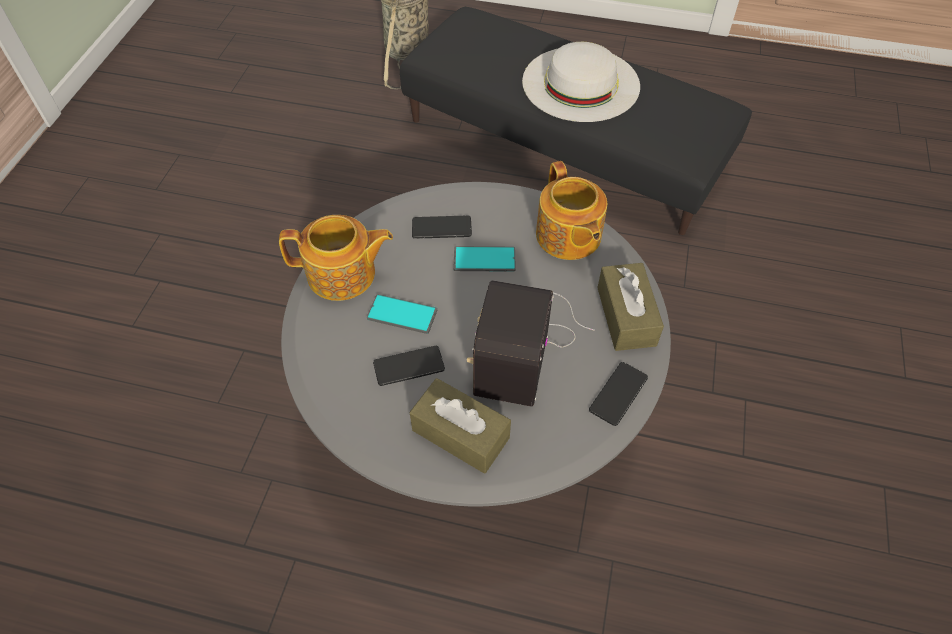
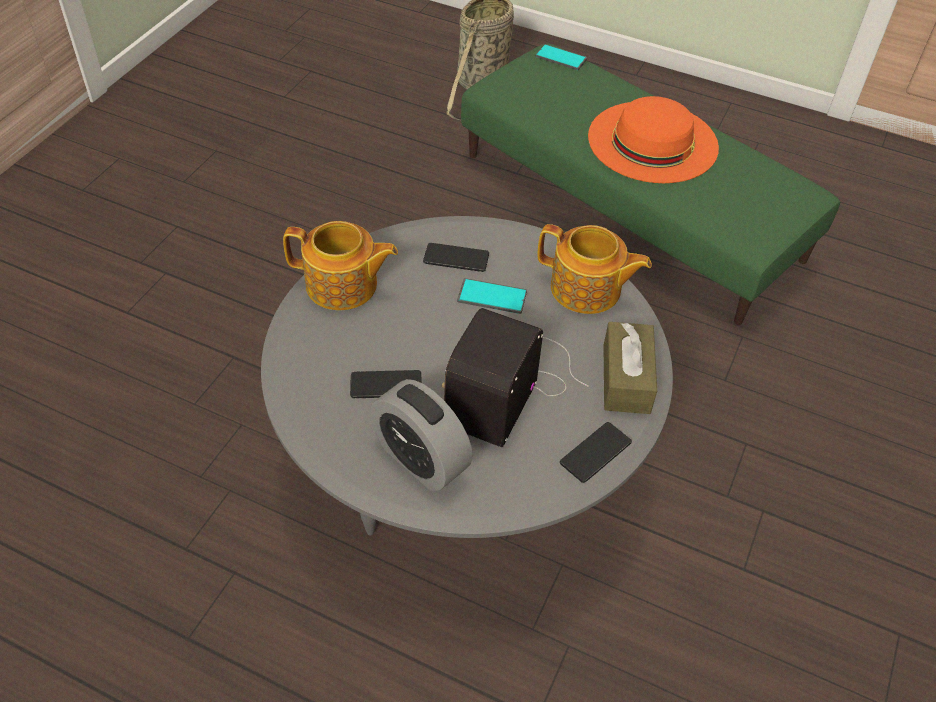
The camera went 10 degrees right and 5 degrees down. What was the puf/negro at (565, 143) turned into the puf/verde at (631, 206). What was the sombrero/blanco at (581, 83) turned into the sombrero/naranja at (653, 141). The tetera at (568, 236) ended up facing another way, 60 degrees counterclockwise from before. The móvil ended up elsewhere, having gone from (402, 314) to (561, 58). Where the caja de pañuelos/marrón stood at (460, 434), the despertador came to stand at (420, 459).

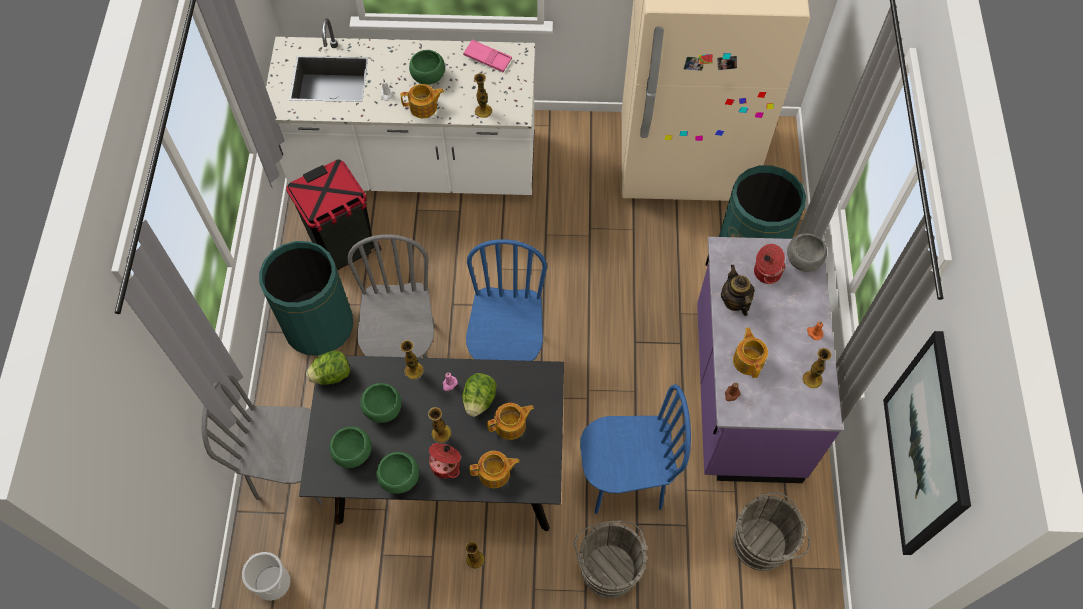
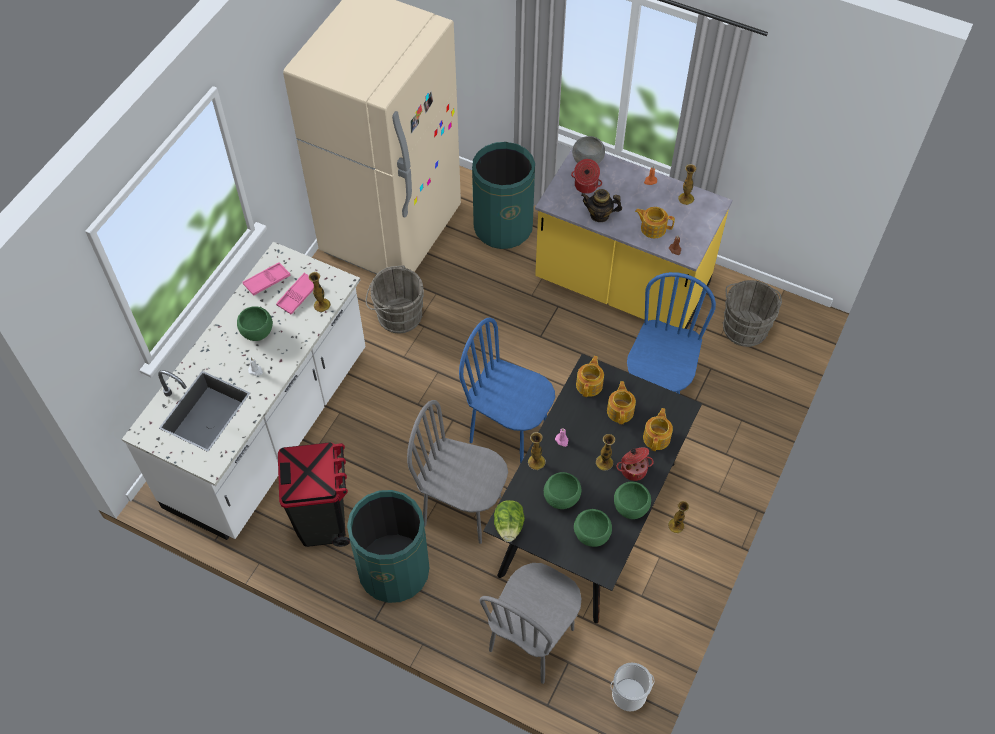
The camera went 65 degrees left and 5 degrees down. The tetera ended up elsewhere, having gone from (424, 107) to (590, 384). What was the mueble bajo de cocina/morado at (743, 393) turned into the mueble bajo de cocina/amarillo at (621, 285). The second view lost the cuadro at (926, 447). The second view lost the lechuga at (479, 400). The cubo/gris ended up elsewhere, having gone from (608, 566) to (397, 315). The second view gained the bandeja/rosa at (298, 295).

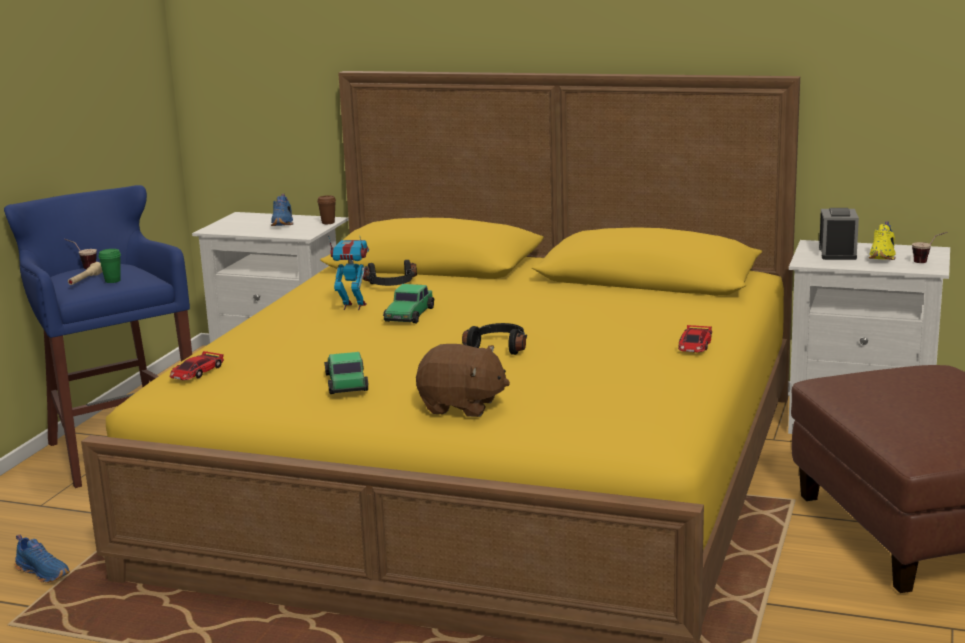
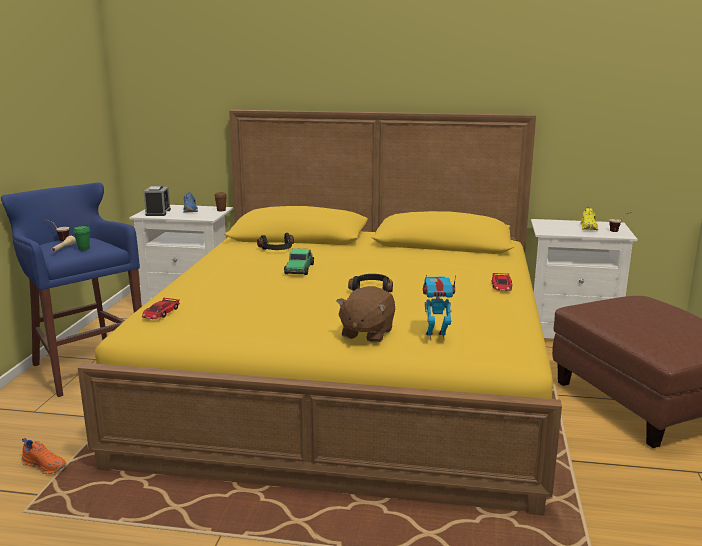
The camera went 10 degrees left and 0 degrees up. The despertador ended up elsewhere, having gone from (837, 253) to (158, 212). The robot de juguete ended up elsewhere, having gone from (353, 306) to (436, 336). The peluche/marrón at (461, 406) ended up facing another way, 105 degrees clockwise from before. The second view lost the coche de juguete at (346, 382). What was the zapato/azul at (44, 572) turned into the zapato/naranja at (45, 465).

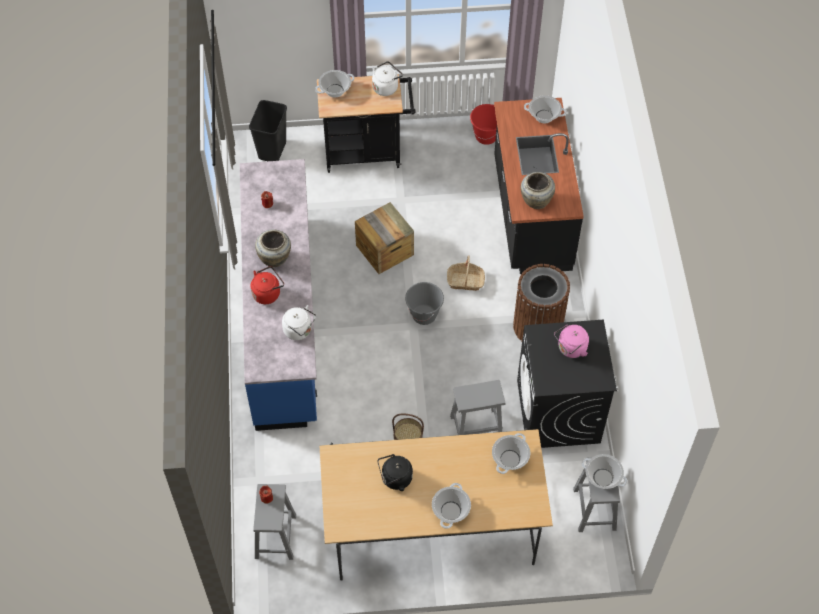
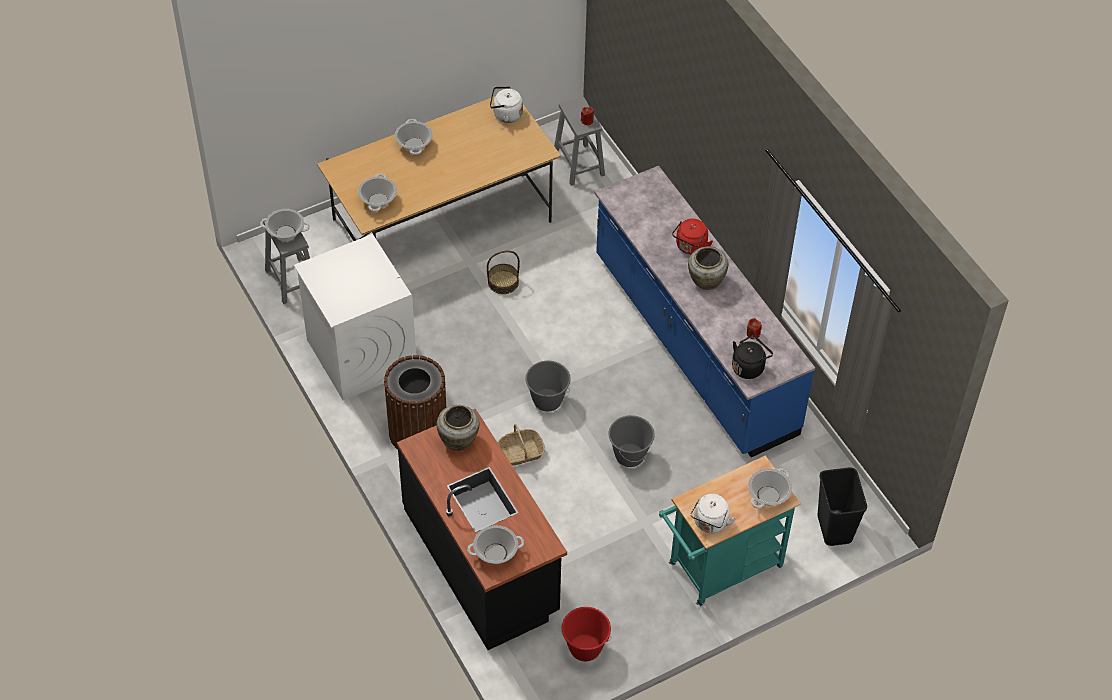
The camera went 155 degrees right and 5 degrees down. What was the carrito/negro at (367, 152) turned into the carrito/turquesa at (719, 569). Where the caja de embalaje stood at (384, 250), the cubo/gris came to stand at (629, 455). The hervidor/blanco ended up elsewhere, having gone from (299, 330) to (505, 114). What was the lavadora/negro at (558, 412) turned into the lavadora/blanco at (361, 354). The second view lost the hervidor/rosa at (570, 349). The second view lost the taburete/gris at (477, 427). The hervidor/negro ended up elsewhere, having gone from (395, 479) to (749, 367).

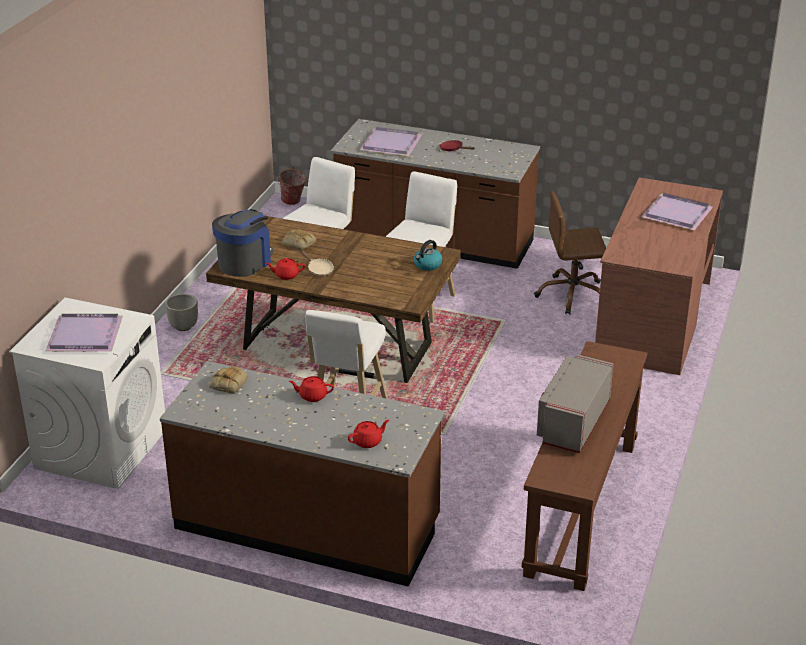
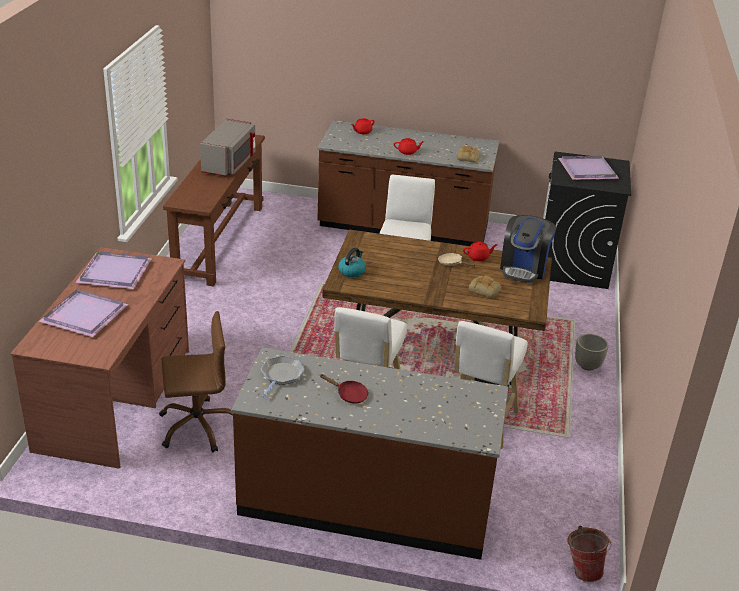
The camera went 170 degrees right and 0 degrees up. The bandeja/morado ended up elsewhere, having gone from (390, 143) to (115, 273). What was the lavadora/blanco at (101, 448) turned into the lavadora/negro at (573, 265). The second view gained the sartén at (281, 375).

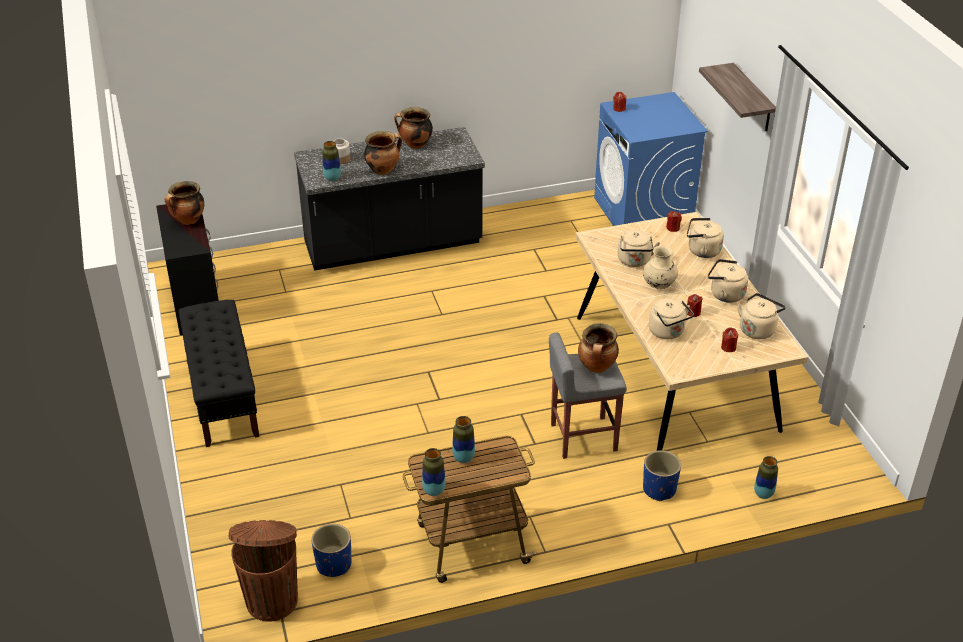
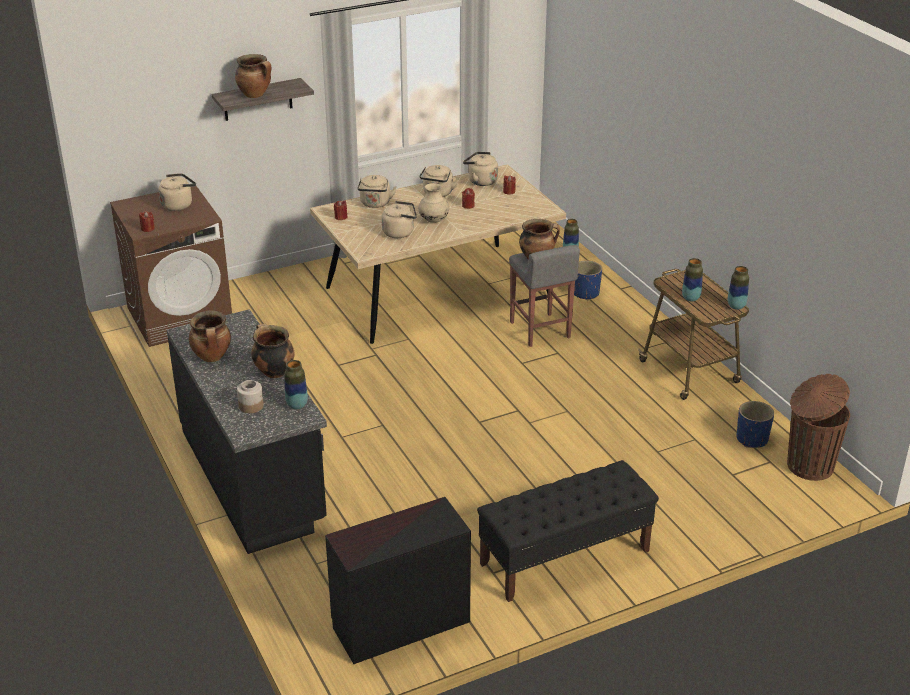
The camera went 100 degrees left and 5 degrees down. What was the lavadora/azul at (643, 213) turned into the lavadora/marrón at (180, 316). The olla ended up elsewhere, having gone from (188, 221) to (255, 95). The hervidor/beis ended up elsewhere, having gone from (668, 332) to (178, 205).

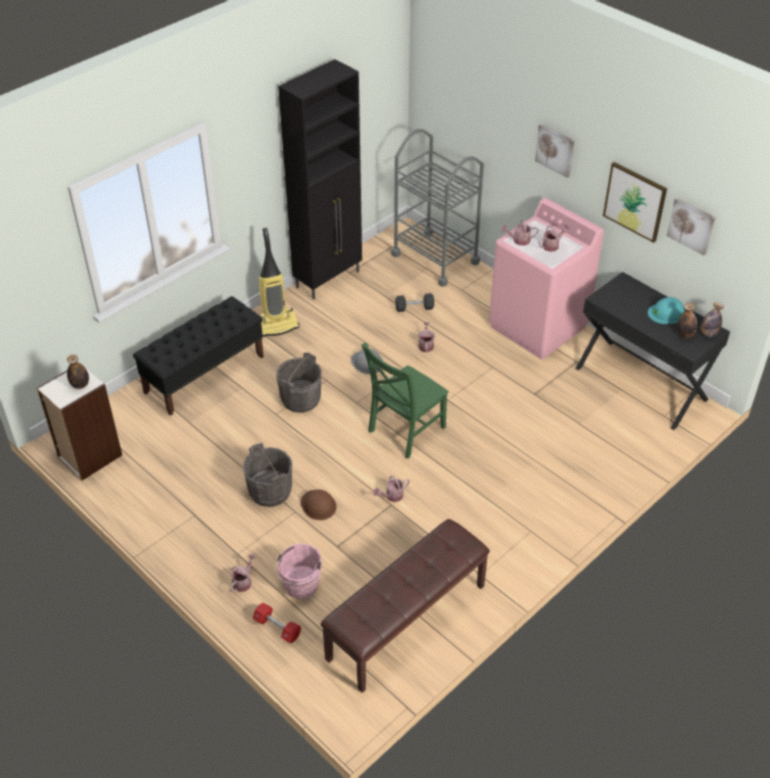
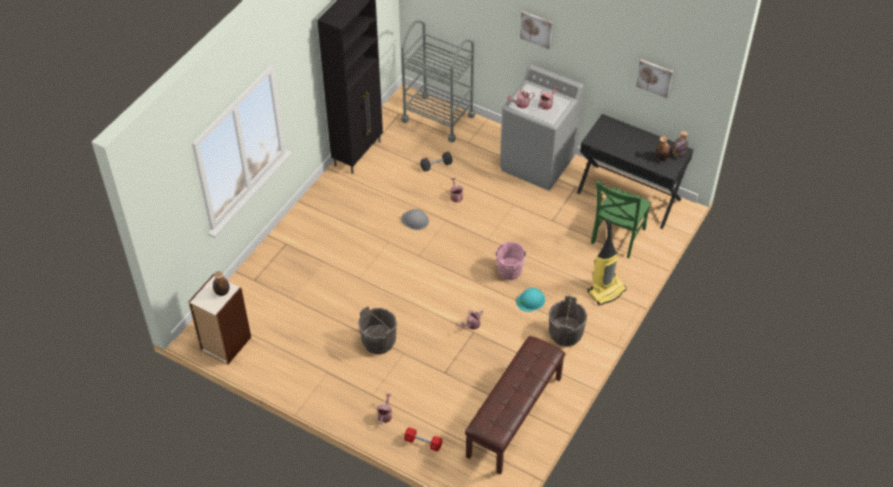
The camera went 15 degrees left and 5 degrees up. The second view lost the cuadro at (635, 201). What was the lavadora/rosa at (538, 326) turned into the lavadora/gris at (538, 163). The aspiradora ended up elsewhere, having gone from (277, 325) to (606, 291). The second view lost the banco/negro at (204, 374). The casco/turquesa ended up elsewhere, having gone from (666, 313) to (531, 300). The silla/verde ended up elsewhere, having gone from (404, 431) to (617, 237). The cubo/gris ended up elsewhere, having gone from (301, 399) to (565, 333). The second view lost the casco/marrón at (318, 505). The cubo/rosa ended up elsewhere, having gone from (300, 587) to (509, 272).

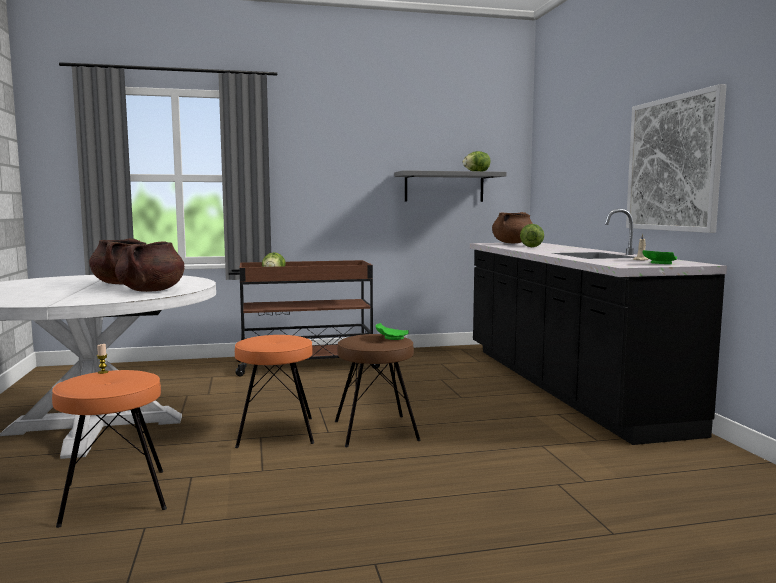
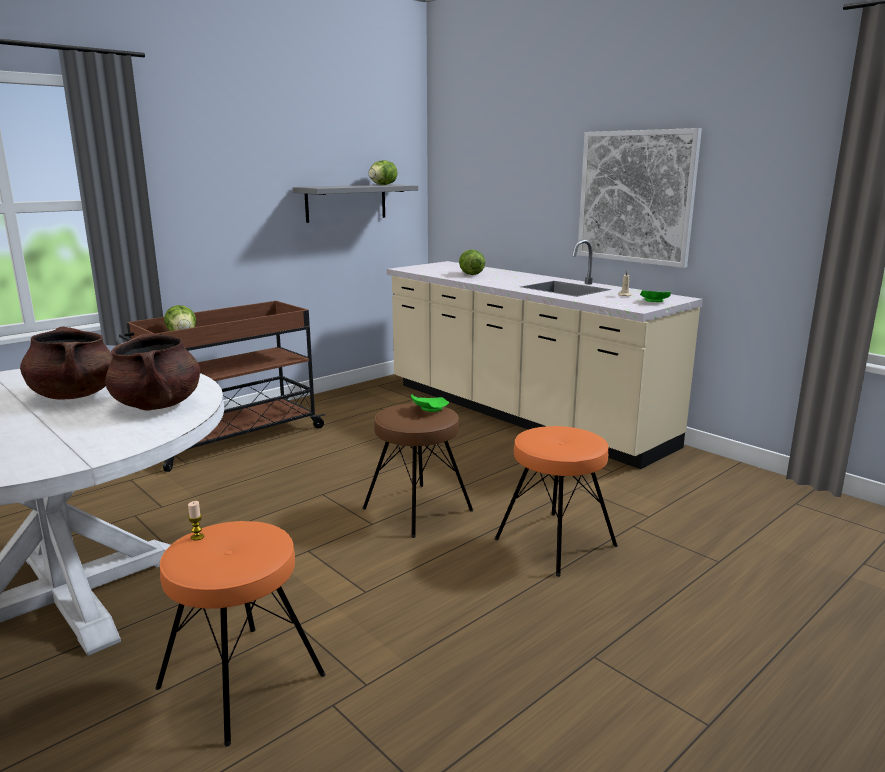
The camera went 30 degrees left and 10 degrees up. What was the mueble bajo de cocina/negro at (563, 385) turned into the mueble bajo de cocina/beis at (520, 414). The second view lost the olla/marrón at (512, 243). The taburete/naranja ended up elsewhere, having gone from (276, 432) to (556, 542).

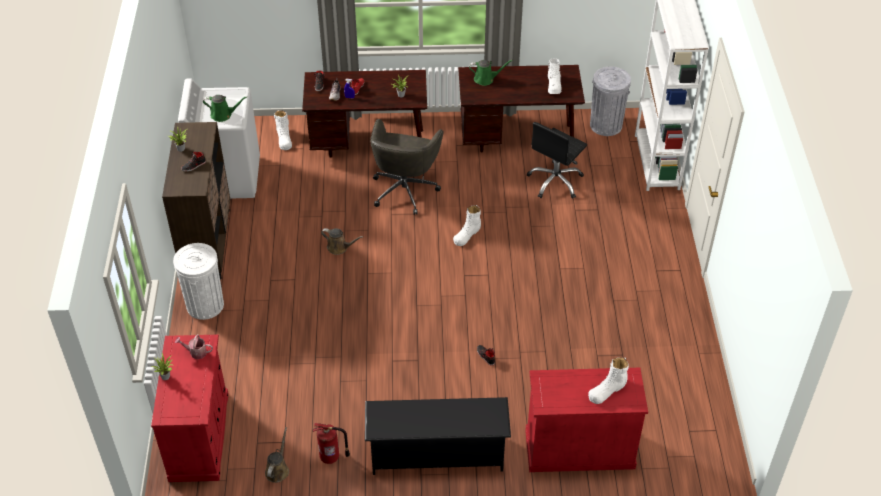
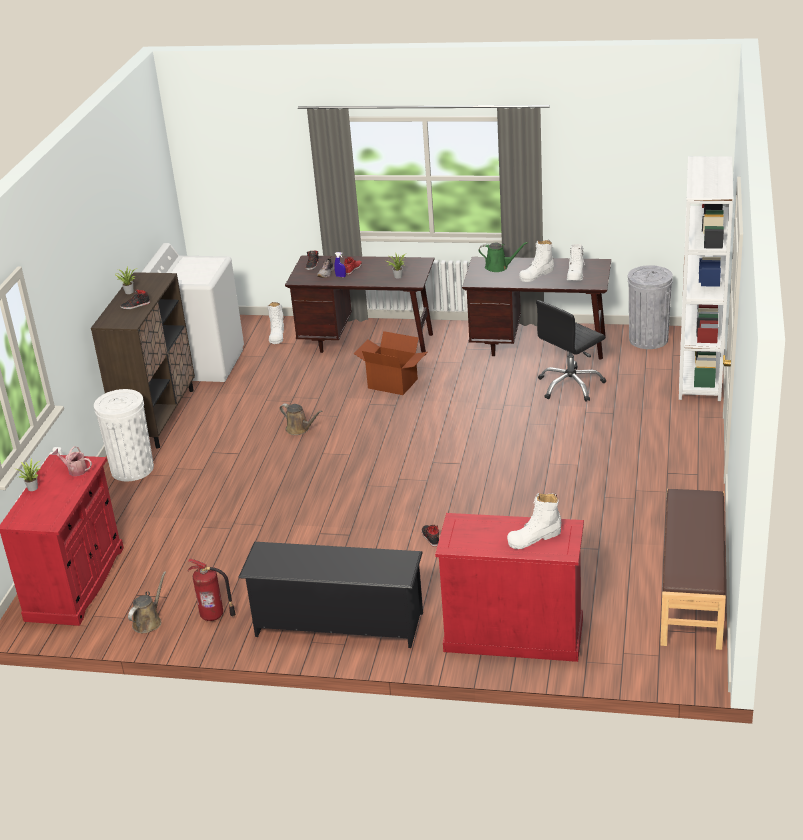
The camera went 15 degrees right and 15 degrees down. The second view lost the regadera/verde at (223, 115). Where the silla de oficina/gris stood at (405, 189), the caja de cartón came to stand at (393, 383). The bota/blanco ended up elsewhere, having gone from (467, 234) to (537, 274). The second view gained the banco/marrón at (693, 590).

